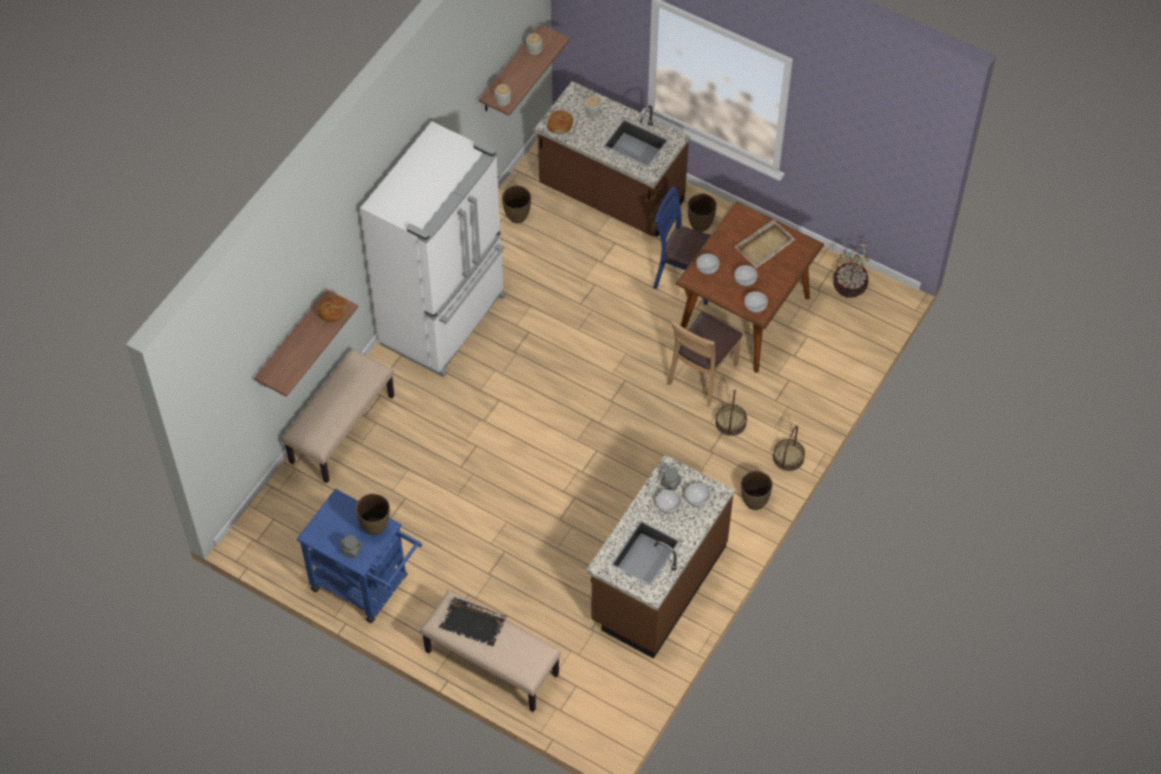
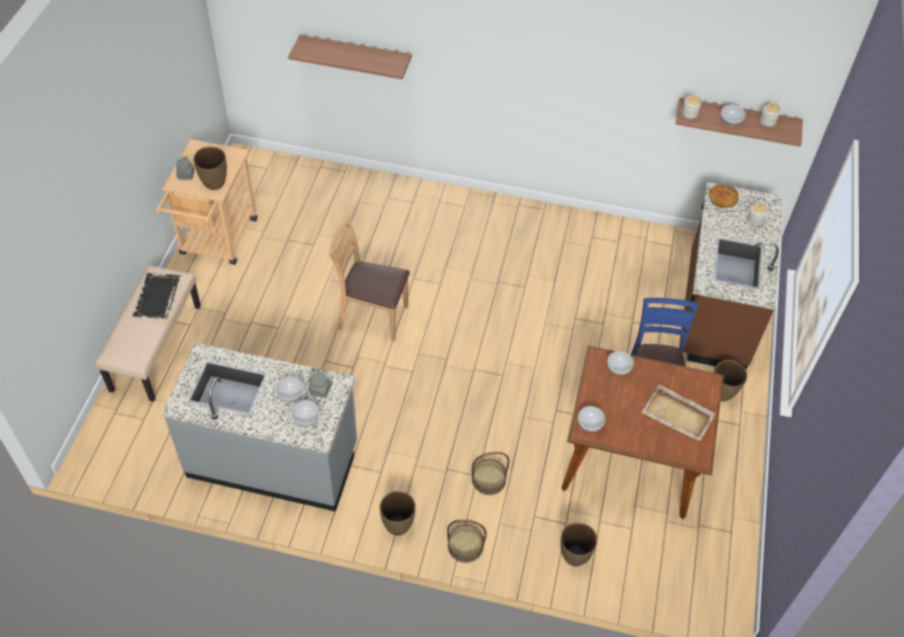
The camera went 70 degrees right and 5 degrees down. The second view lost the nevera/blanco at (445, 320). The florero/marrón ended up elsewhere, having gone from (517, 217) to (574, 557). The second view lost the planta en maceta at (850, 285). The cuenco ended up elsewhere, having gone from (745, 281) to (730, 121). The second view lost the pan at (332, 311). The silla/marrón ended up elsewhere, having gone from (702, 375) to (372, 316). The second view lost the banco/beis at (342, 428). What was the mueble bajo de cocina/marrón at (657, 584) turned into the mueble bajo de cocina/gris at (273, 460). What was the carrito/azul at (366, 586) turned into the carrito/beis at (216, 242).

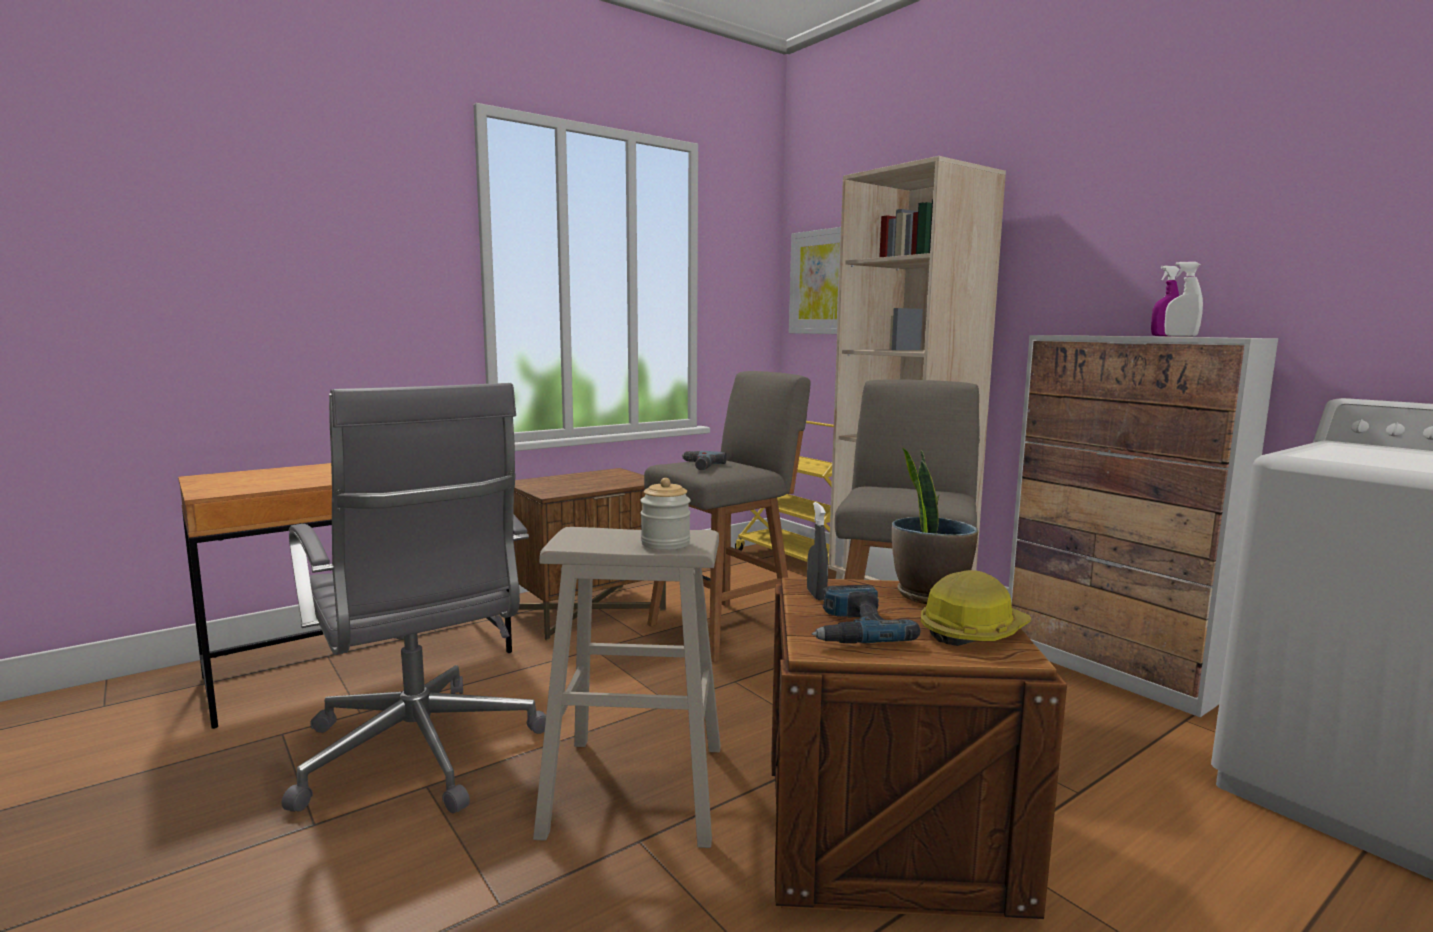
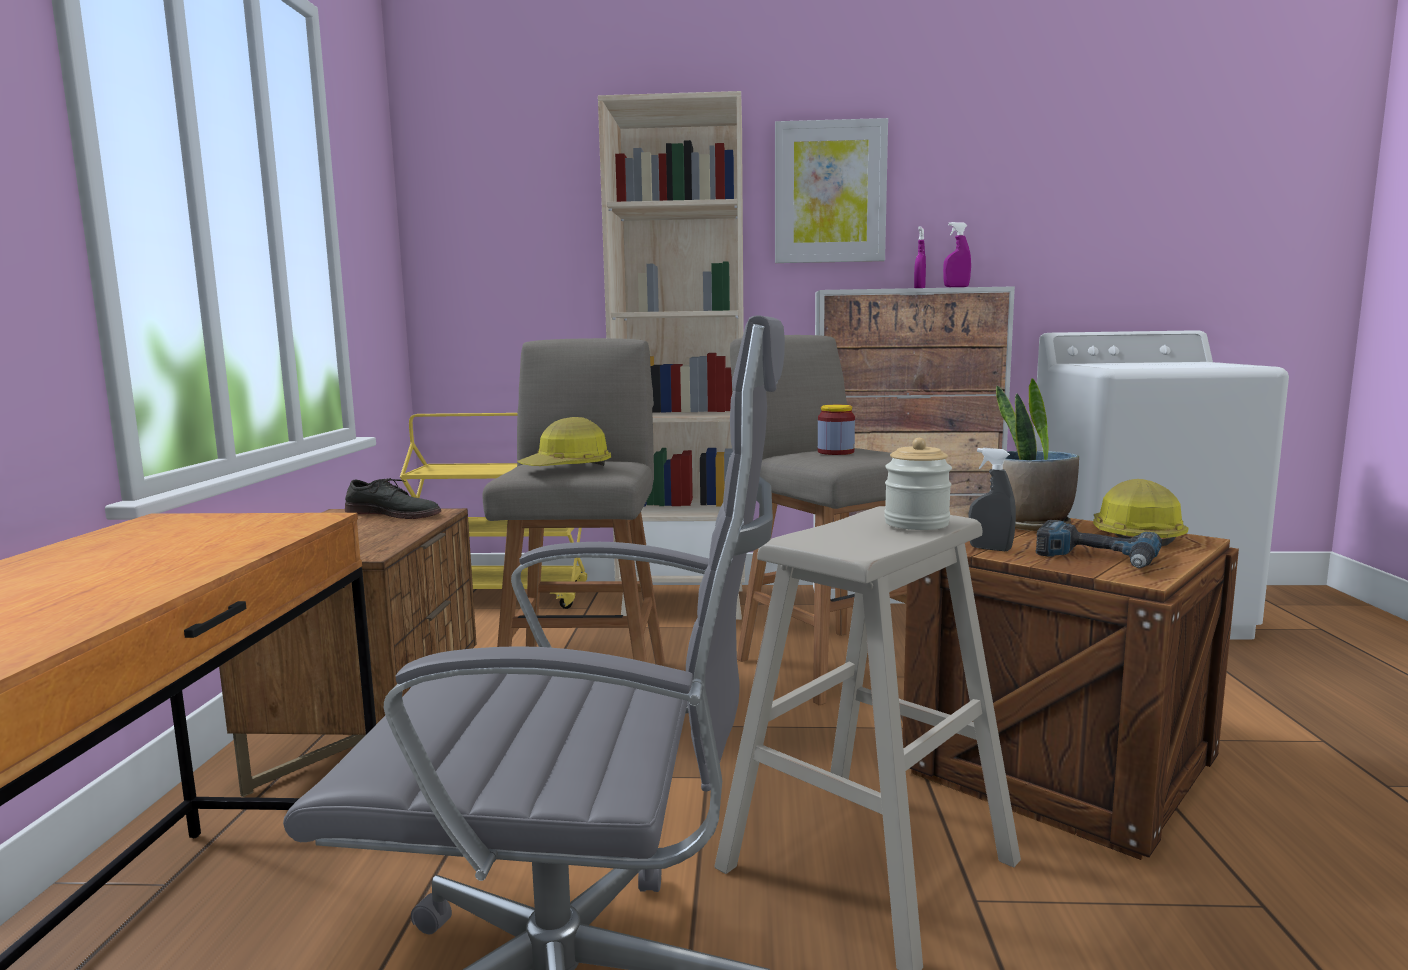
The camera went 50 degrees left and 0 degrees up. The cuadro ended up elsewhere, having gone from (821, 282) to (830, 192). What was the pulverizador/blanco at (1180, 336) turned into the pulverizador/morado at (956, 287). Where the taladro stood at (698, 466), the casco came to stand at (568, 468). The second view gained the tarro at (836, 452). The second view gained the zapato/gris at (394, 514).

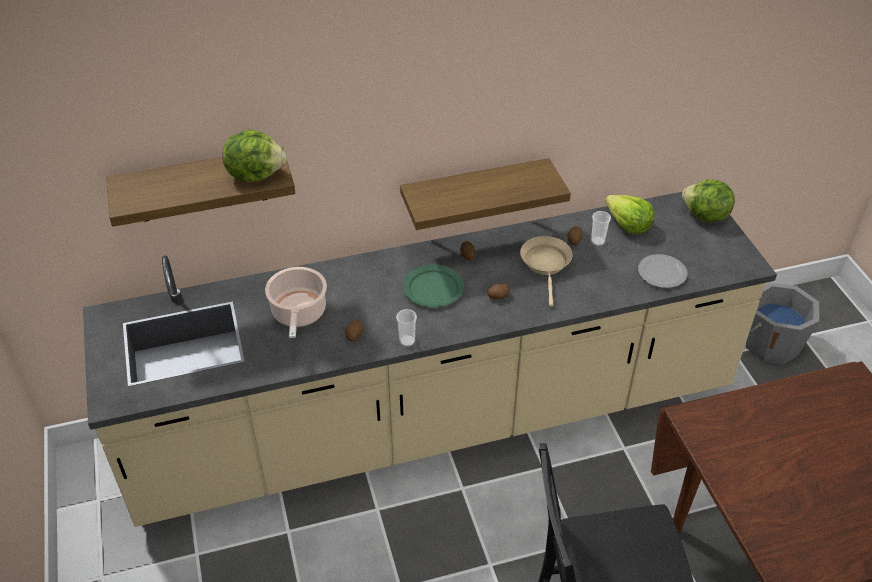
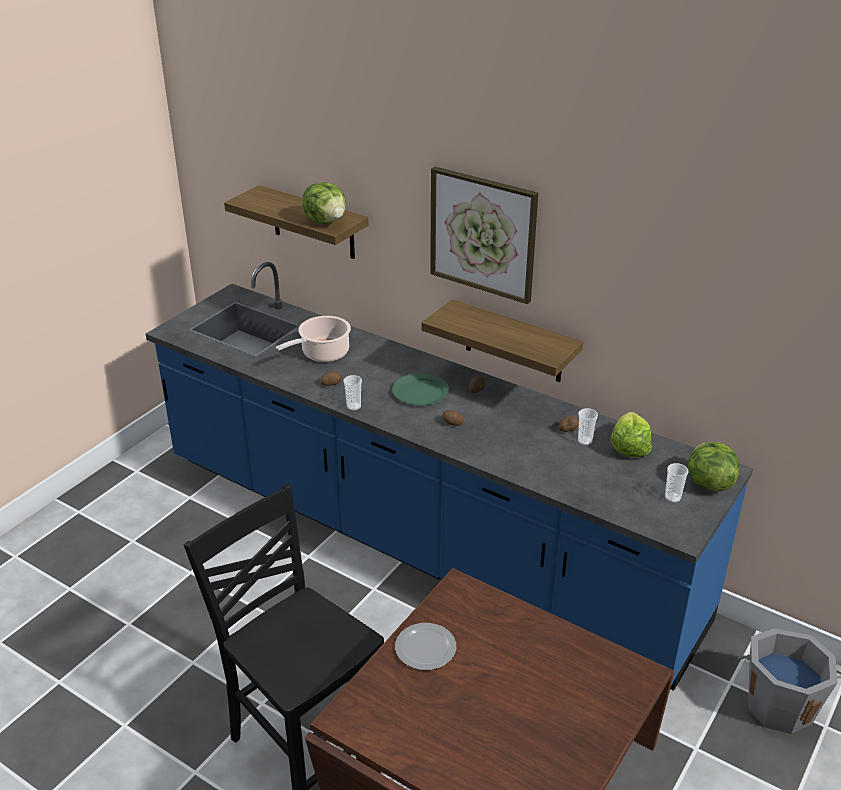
The camera went 50 degrees right and 10 degrees down. What was the mueble bajo de cocina/beis at (436, 420) turned into the mueble bajo de cocina/azul at (420, 539). The second view lost the sartén/beis at (546, 265). The plato ended up elsewhere, having gone from (661, 273) to (424, 648). The second view gained the cuadro at (483, 234). The second view gained the taza at (672, 497).

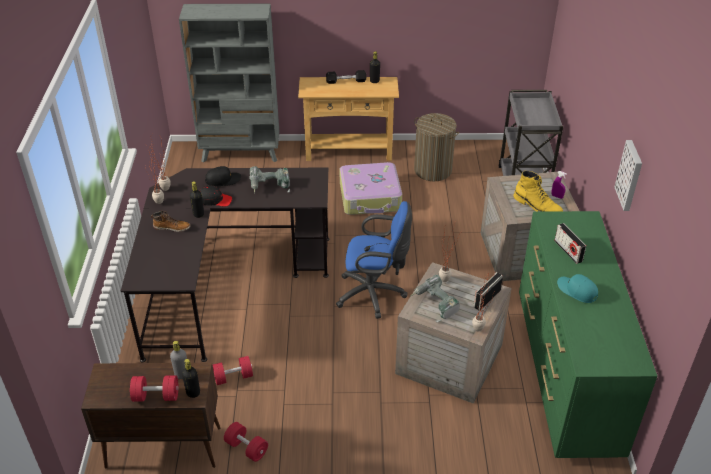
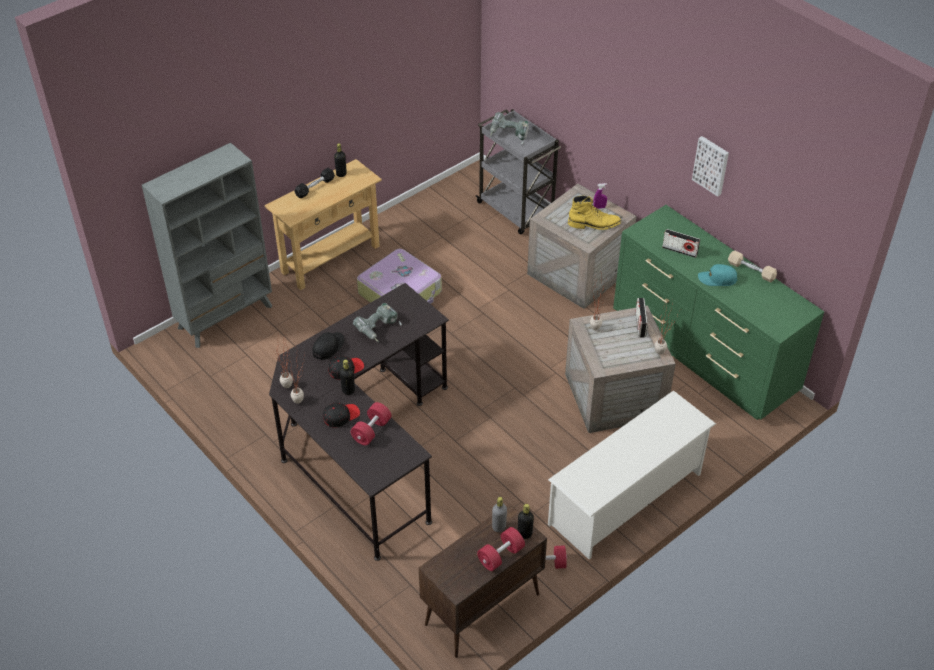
The camera went 40 degrees left and 5 degrees up. The second view lost the cesto de la ropa at (433, 170). The second view lost the silla de oficina/azul at (374, 294). Where the bota stood at (172, 227), the gorra/negro came to stand at (341, 416). The taladro ended up elsewhere, having gone from (435, 305) to (508, 135). The mancuerna/rojo ended up elsewhere, having gone from (233, 377) to (371, 431). The second view gained the mancuerna/beis at (751, 271). The second view gained the zapatero/blanco at (626, 499).

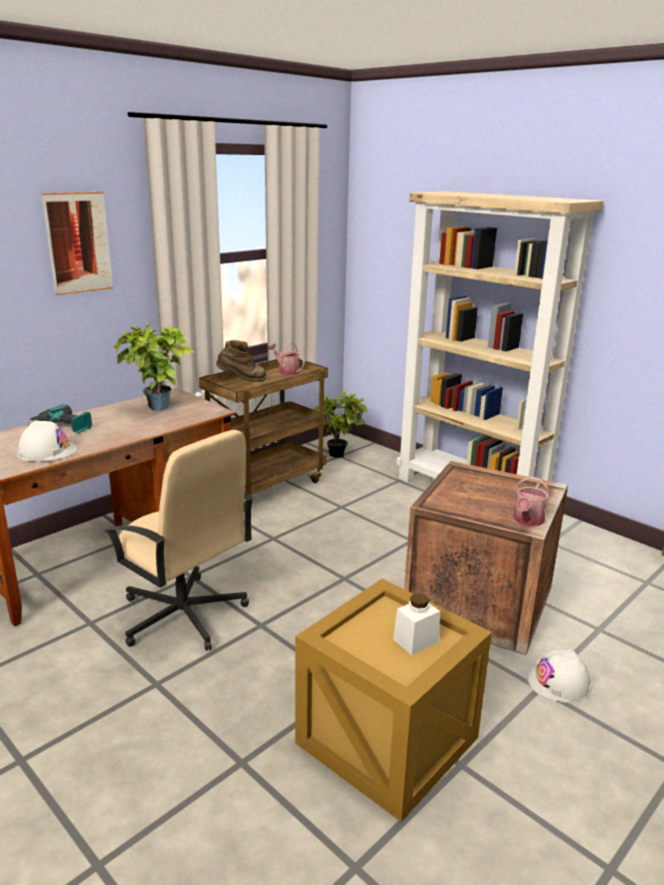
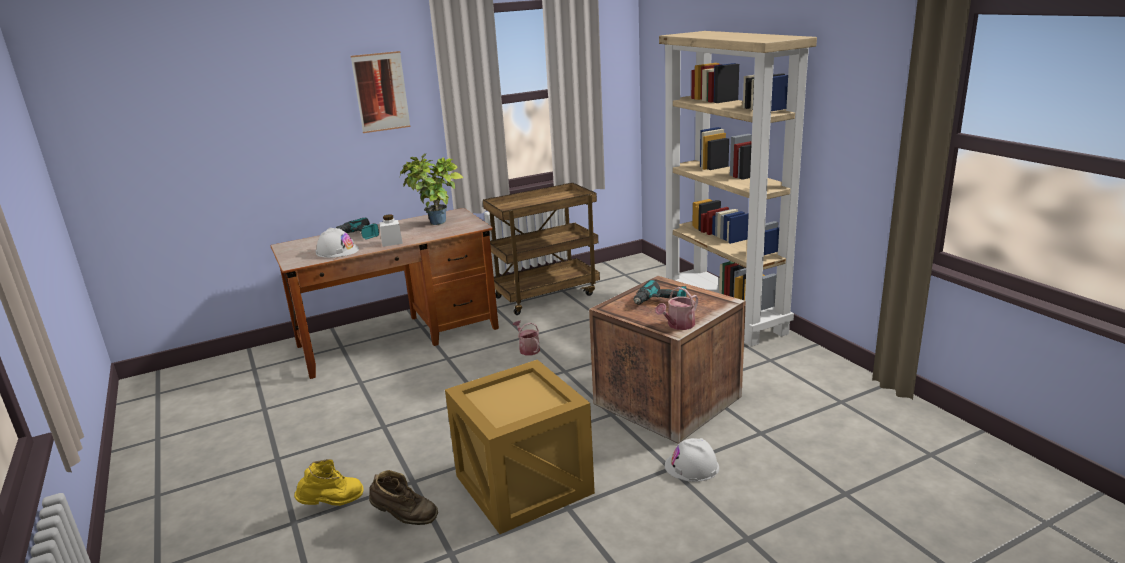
The camera went 20 degrees right and 0 degrees up. The bota/marrón ended up elsewhere, having gone from (242, 380) to (404, 518). The regadera ended up elsewhere, having gone from (287, 371) to (528, 349). The second view lost the planta en maceta at (339, 454). The second view lost the silla de oficina/beis at (183, 616). The tarro/blanco ended up elsewhere, having gone from (416, 640) to (392, 242). The second view gained the taladro at (660, 302). The second view gained the bota/amarillo at (333, 504).

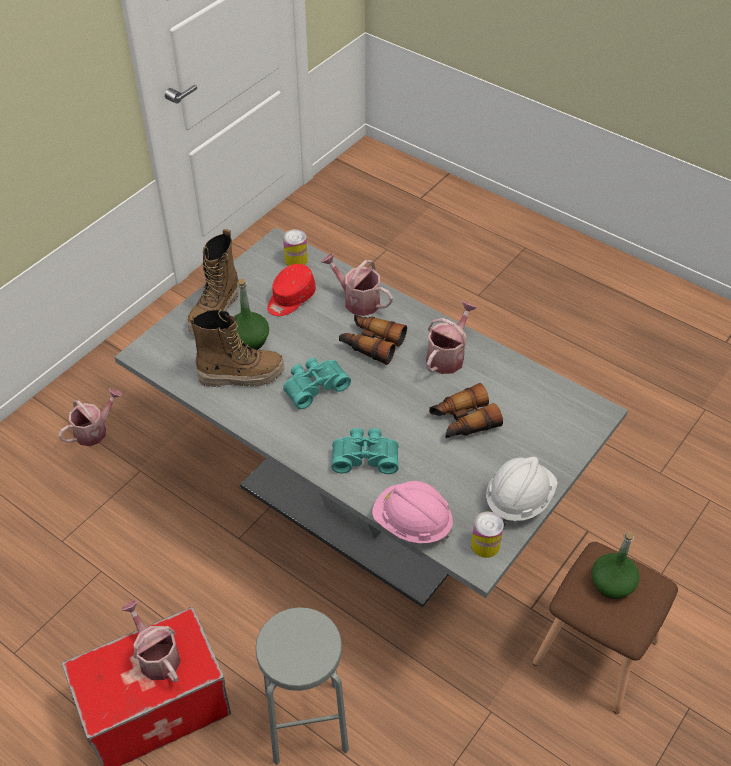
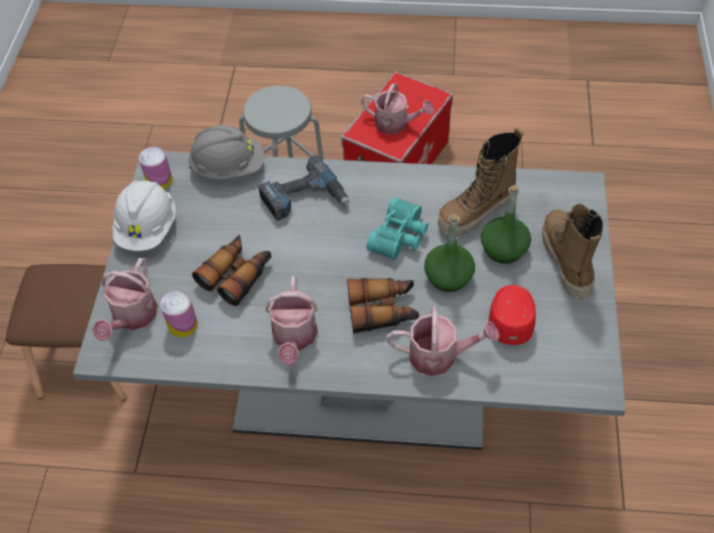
The camera went 150 degrees right and 5 degrees up. The lata ended up elsewhere, having gone from (296, 260) to (182, 324). The regadera ended up elsewhere, having gone from (95, 430) to (132, 317). Where the prismáticos/turquesa stood at (365, 456), the taladro came to stand at (304, 199). What was the casco/rosa at (412, 523) turned into the casco/gris at (228, 167). The botella/verde ended up elsewhere, having gone from (612, 583) to (448, 277).

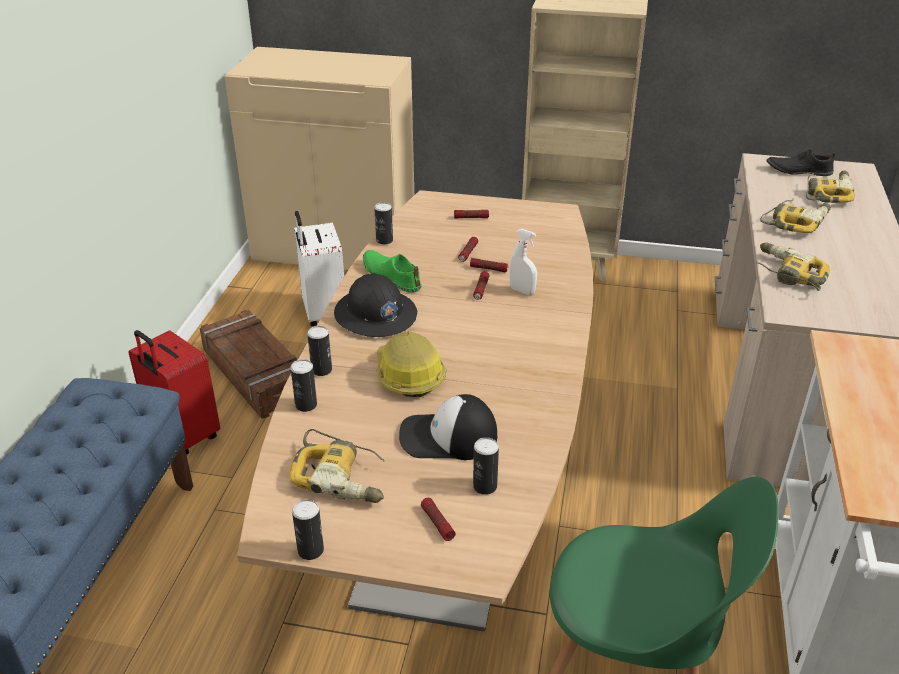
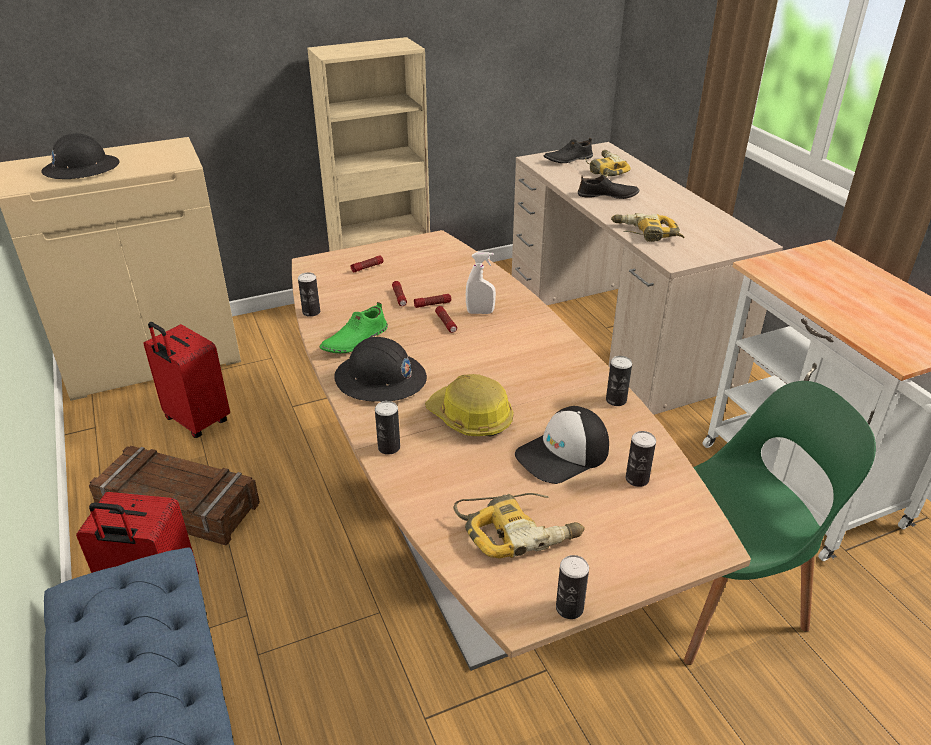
The camera went 35 degrees left and 0 degrees up. Where the taladro stood at (795, 222), the zapato/negro came to stand at (607, 196). What was the maleta/blanco at (322, 313) turned into the maleta/rojo at (196, 421). The zapato/verde at (391, 276) ended up facing another way, 60 degrees counterclockwise from before. The lata ended up elsewhere, having gone from (306, 405) to (616, 400). The second view lost the linterna at (437, 523). The second view gained the casco/negro at (81, 169).

